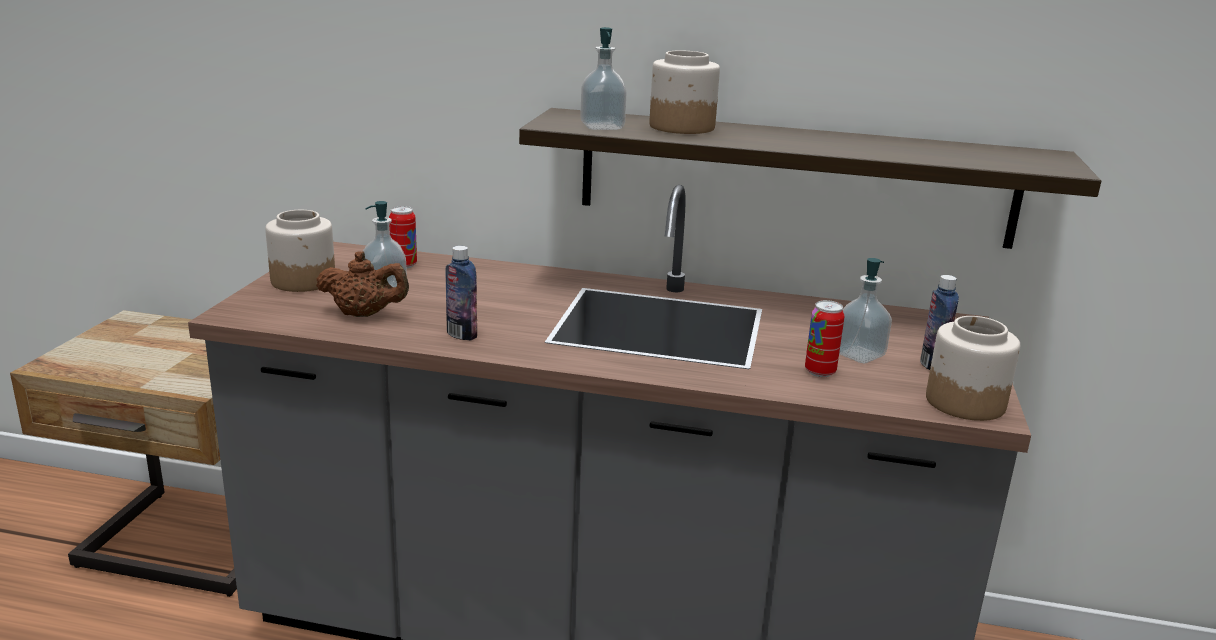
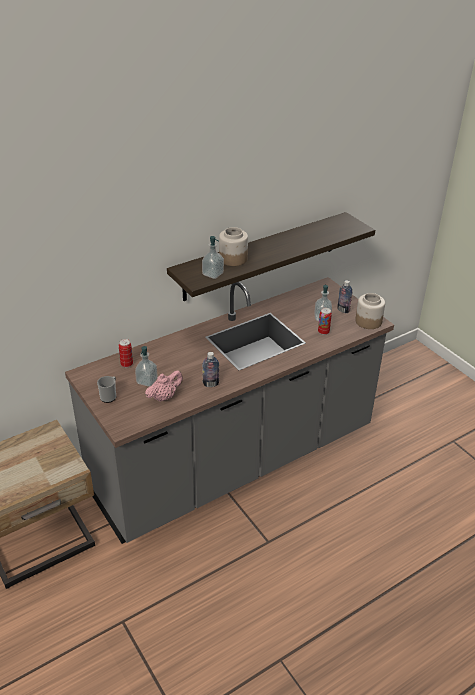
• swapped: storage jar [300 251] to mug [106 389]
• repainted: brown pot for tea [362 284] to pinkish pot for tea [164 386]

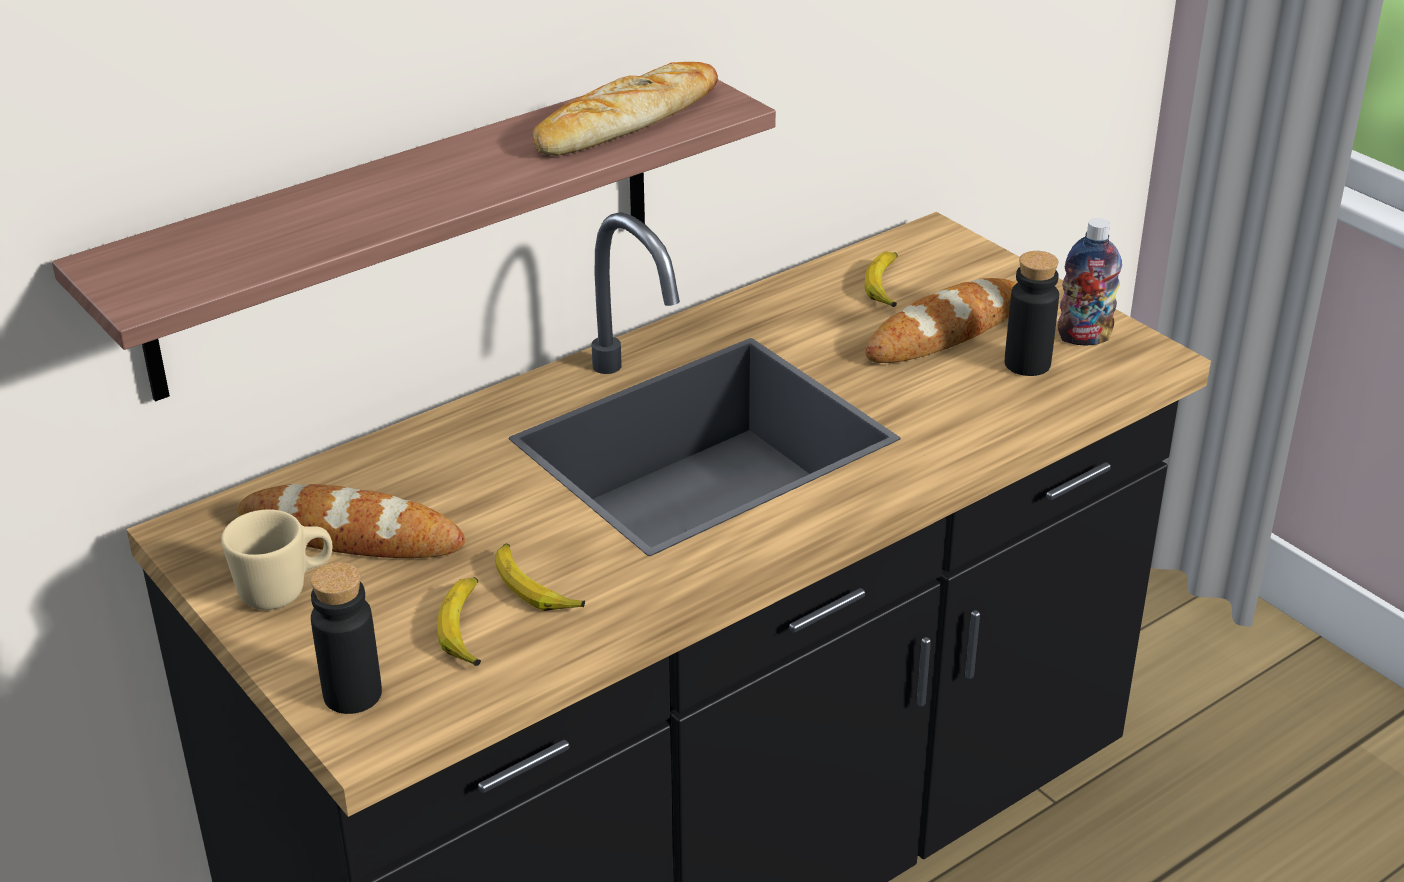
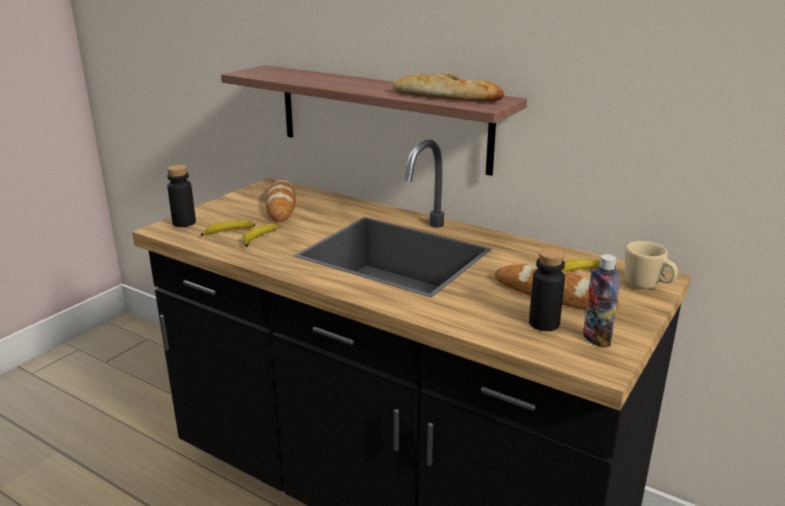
• shifted: beige mug [276 560] to [651 265]

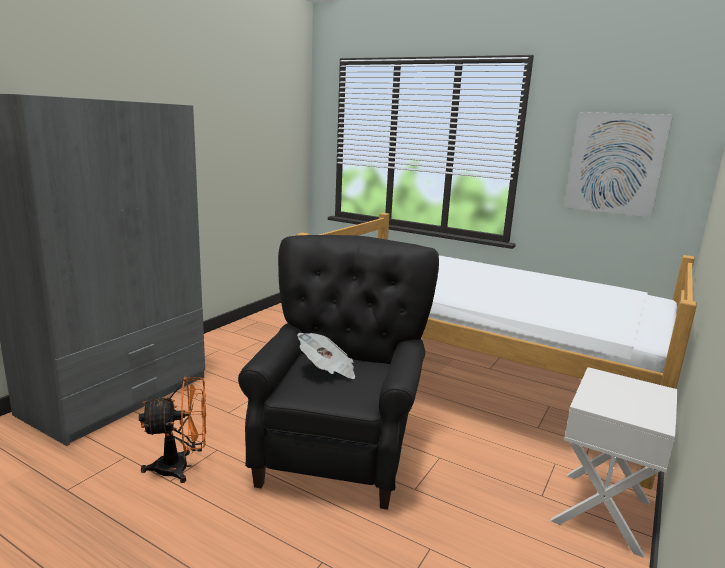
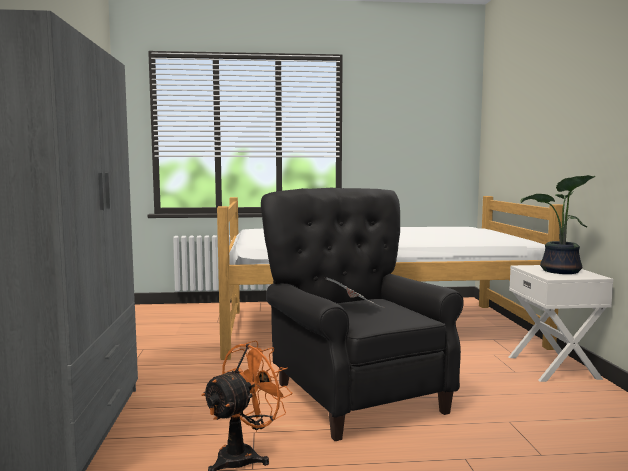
• gone: wall art [618 165]
• new: potted plant [558 224]

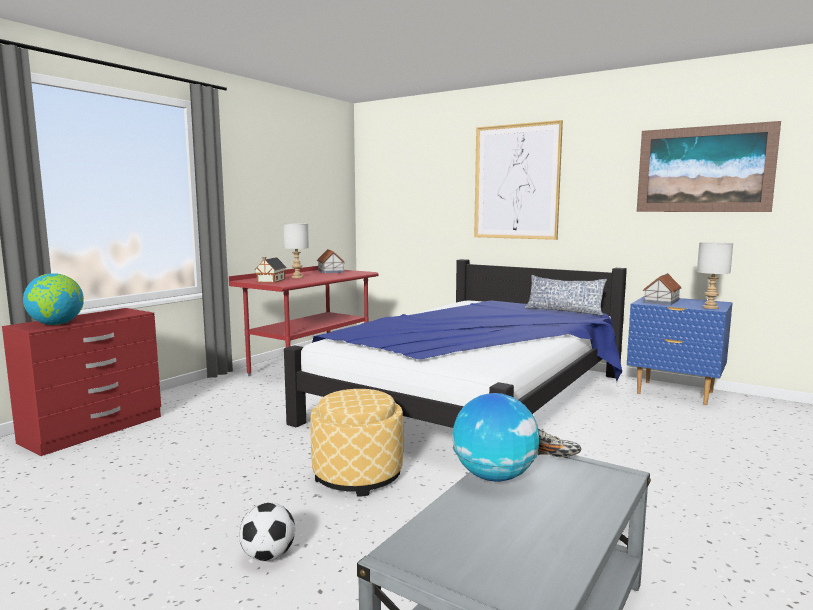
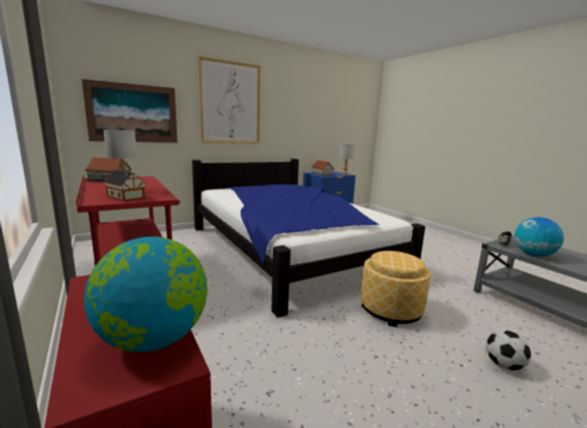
• gone: throw pillow [566 295]
• shifted: wall art [709 166] to [129 111]

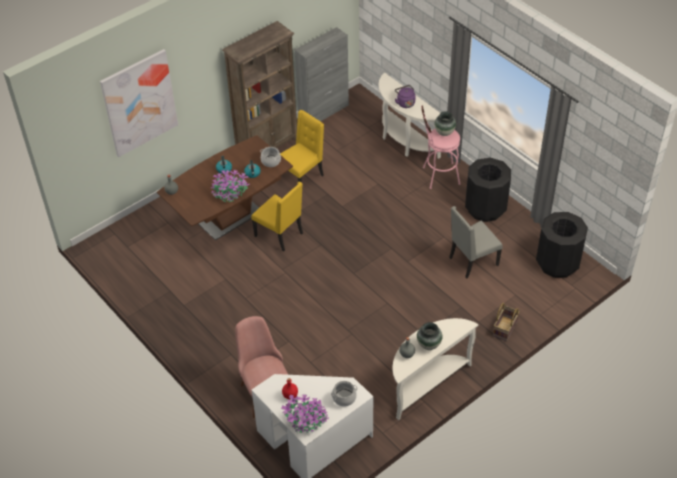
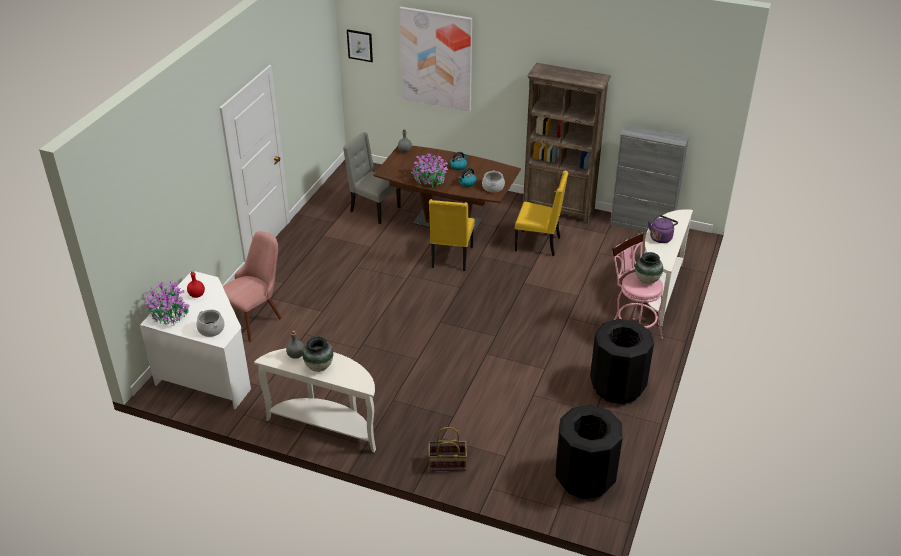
• shifted: grey upright chair [476 242] to [371 178]
• new: wall art [360 45]

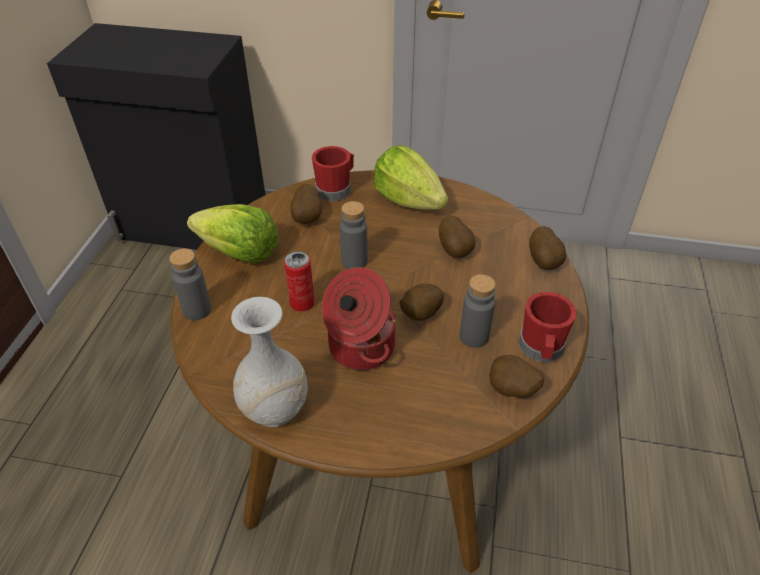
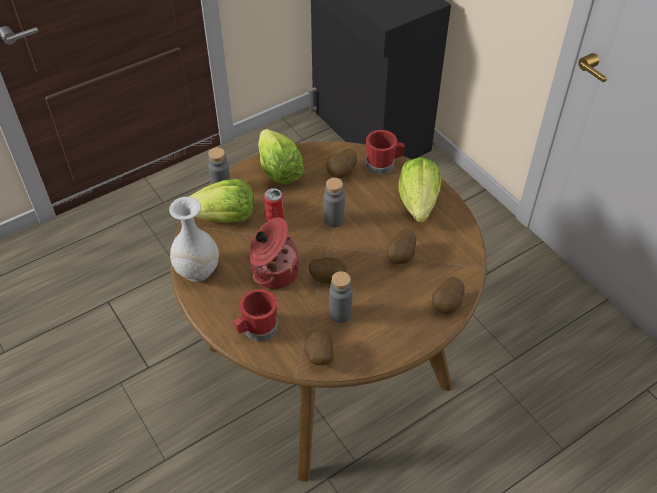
• shifted: red mug [547 327] to [256 315]
• new: head of lettuce [221 201]

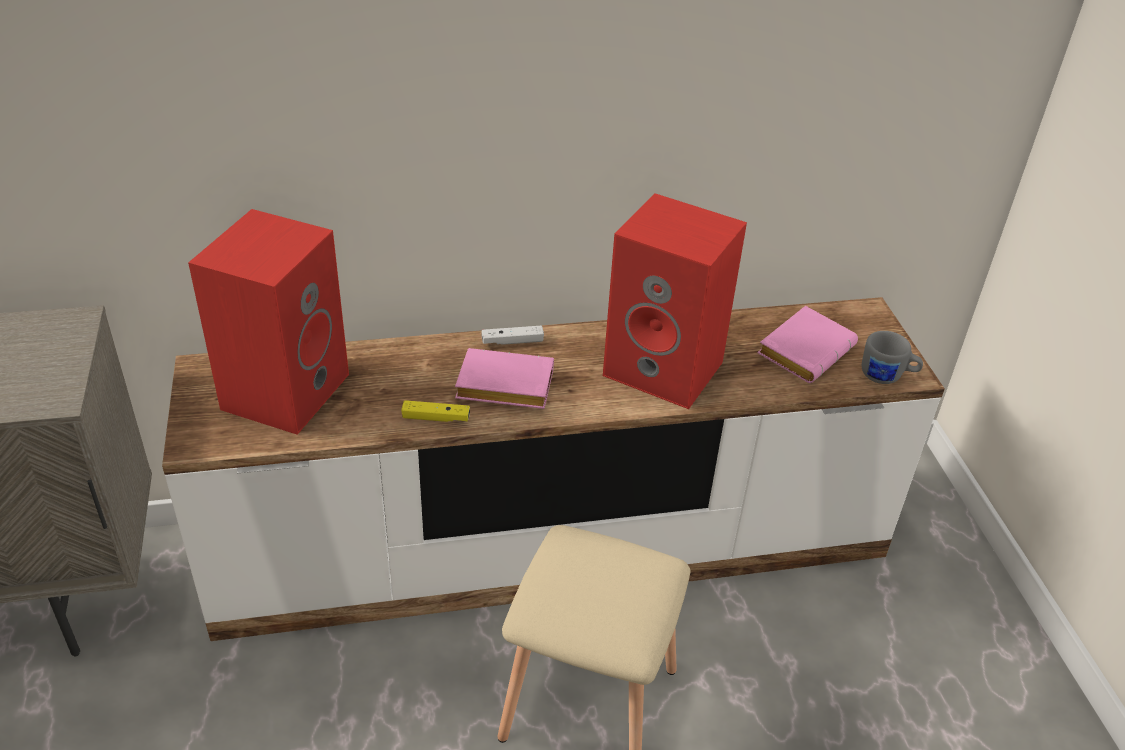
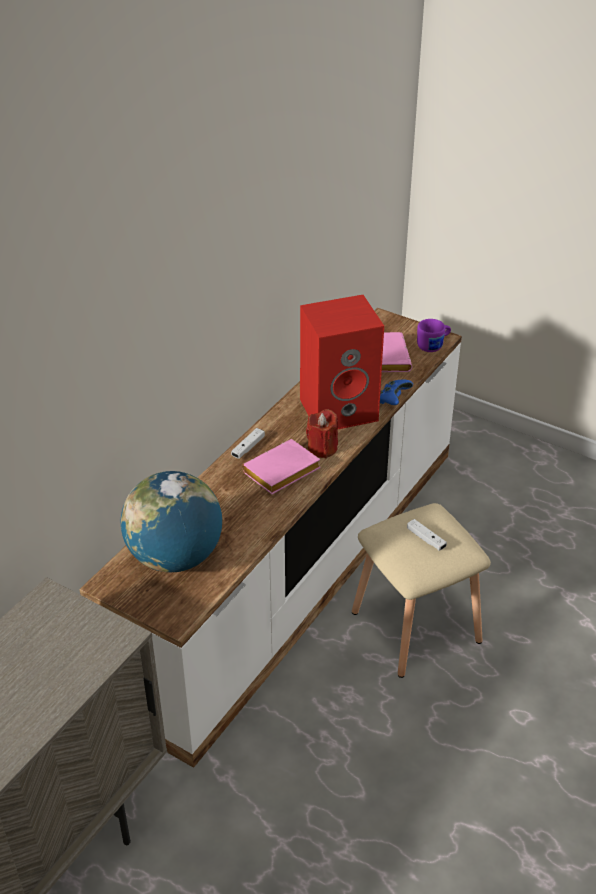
• swapped: red audio speaker [268 322] to desk globe [171 521]
• gone: yellowish game controller [435 411]
• repainted: grey mug [892 357] to purple mug [434 335]
• new: red wax light [322 433]
• new: blue-coloured game controller [396 392]
• new: white-coloured game controller [427 535]

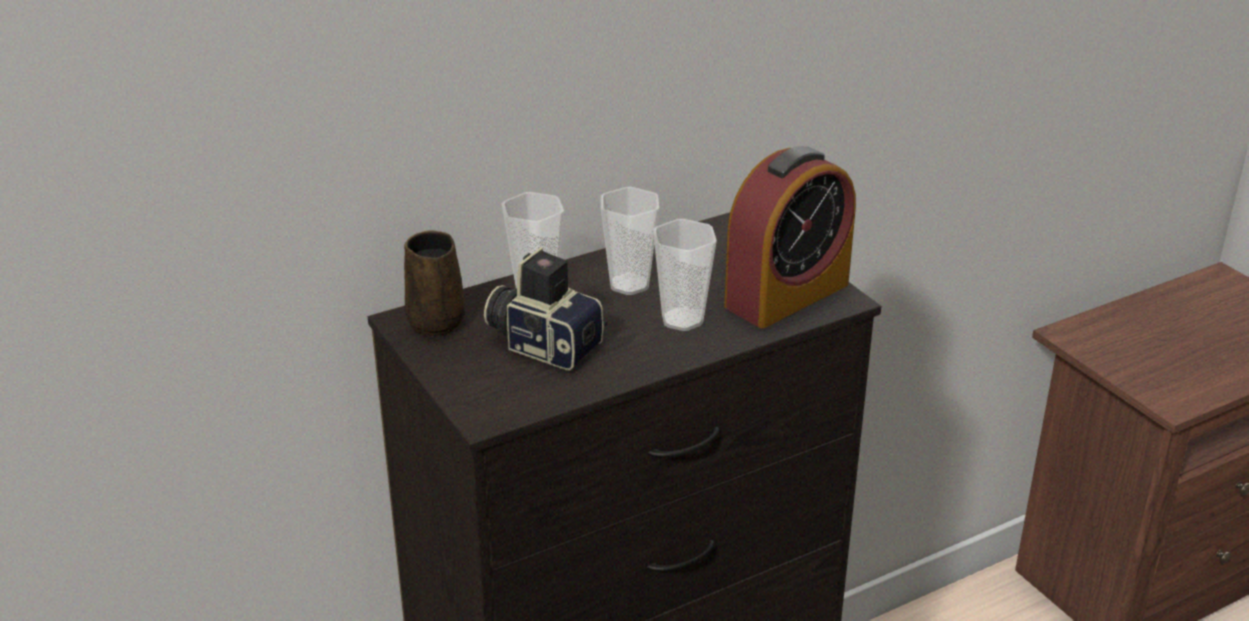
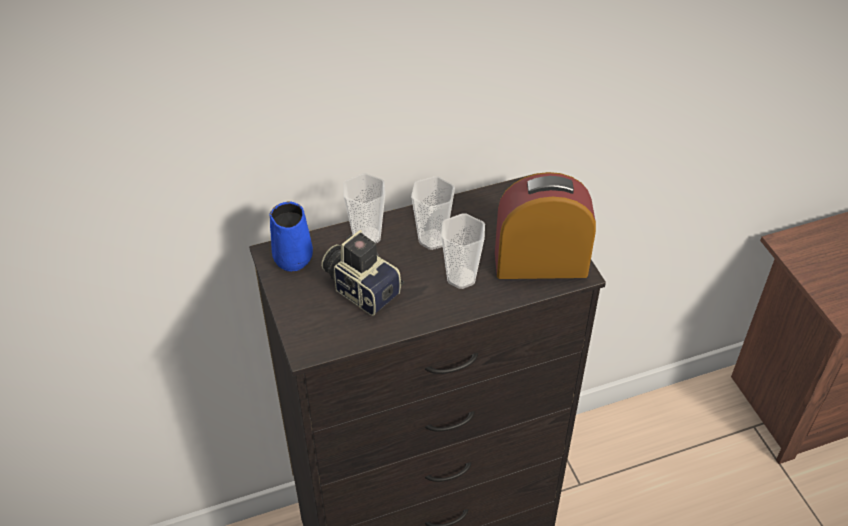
• repainted: brown mug [434 283] to blue-coloured mug [291 236]
• rotated: alarm clock [790 237] = [545 225] 150 degrees counterclockwise

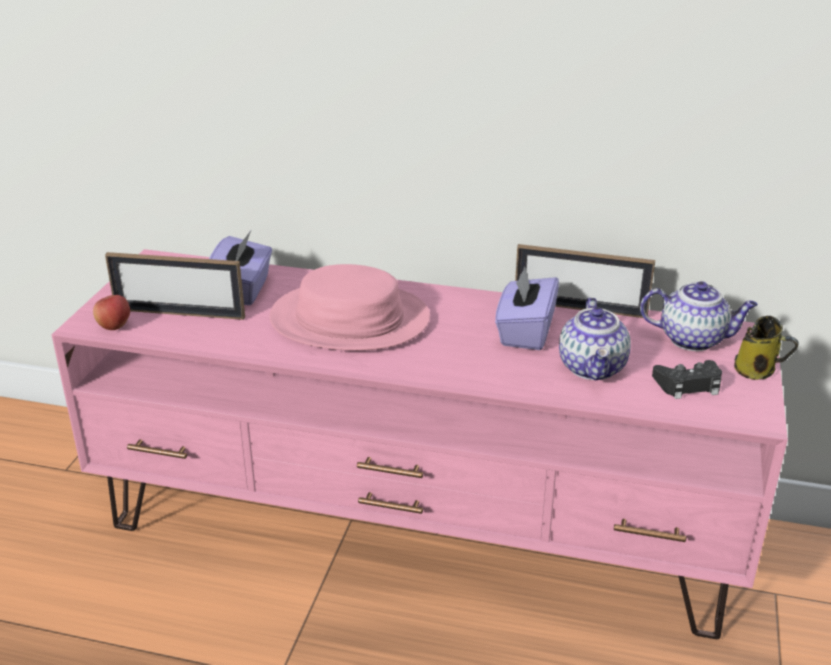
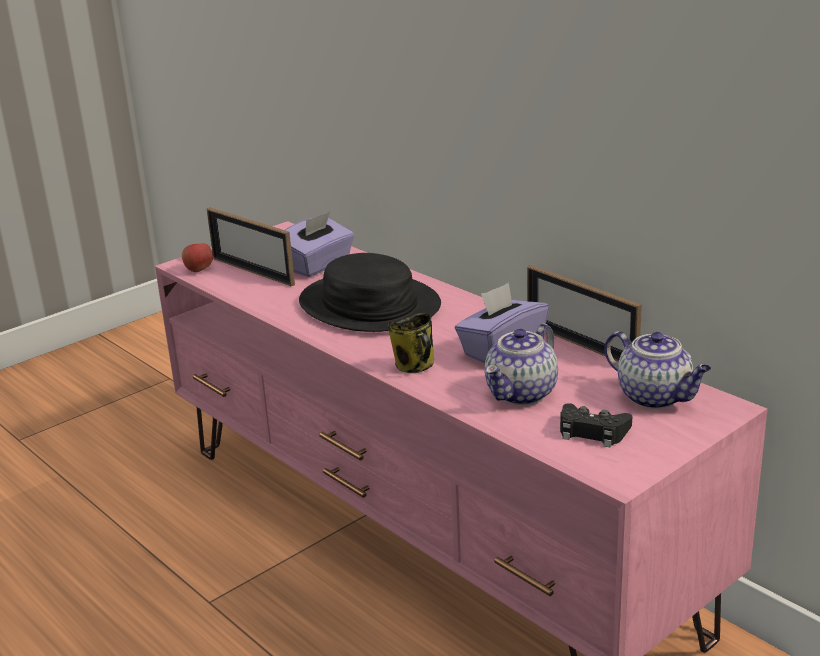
• repainted: pinkish clothing hat [349 307] to blackish clothing hat [370 292]
• shifted: mug [766 348] to [411 343]

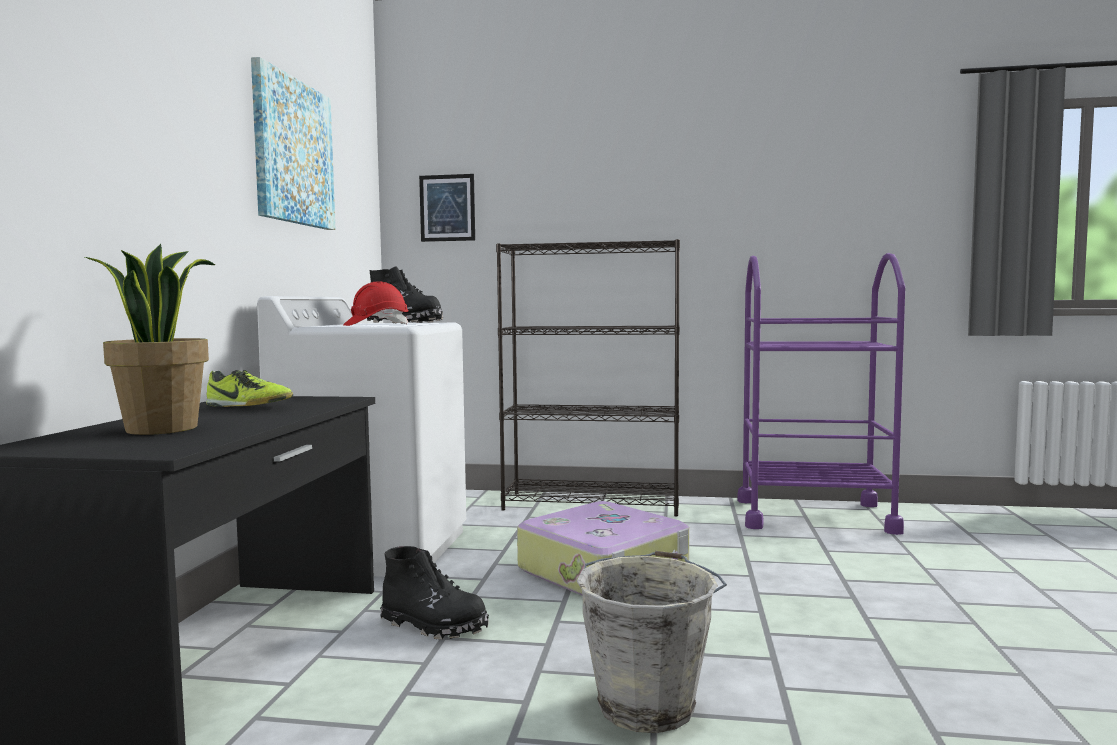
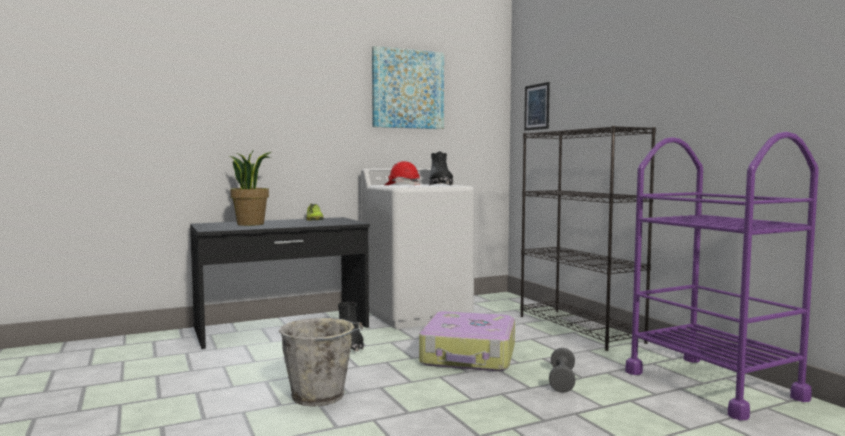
• new: grey free weight [562 370]

